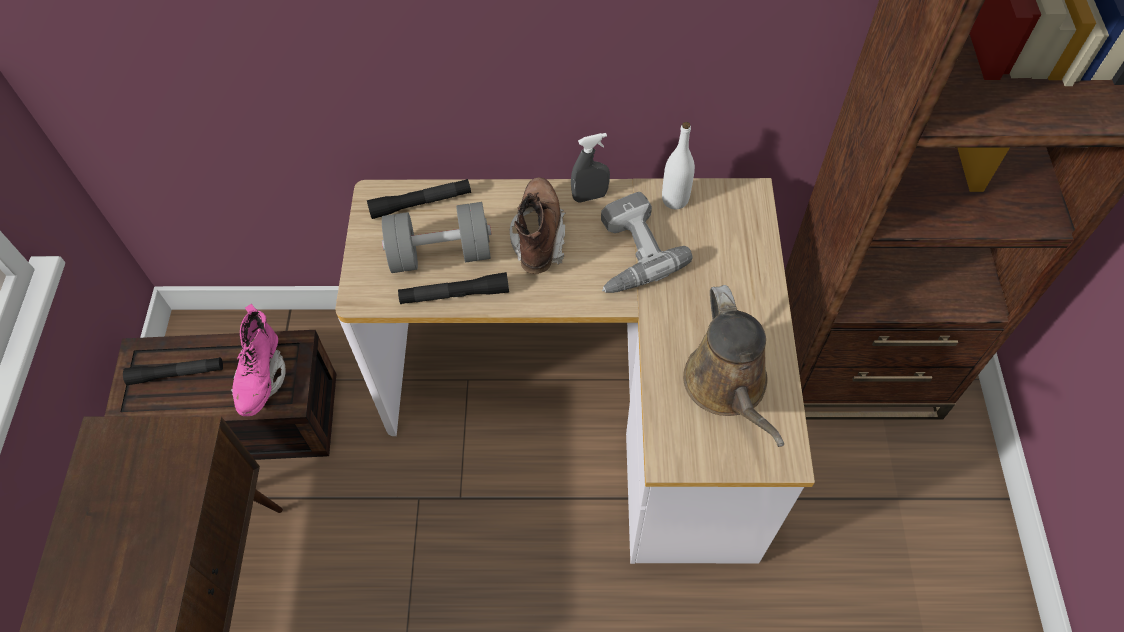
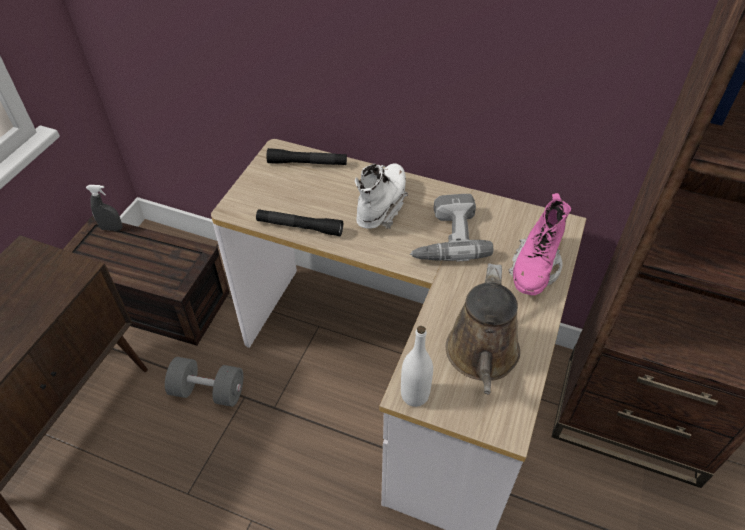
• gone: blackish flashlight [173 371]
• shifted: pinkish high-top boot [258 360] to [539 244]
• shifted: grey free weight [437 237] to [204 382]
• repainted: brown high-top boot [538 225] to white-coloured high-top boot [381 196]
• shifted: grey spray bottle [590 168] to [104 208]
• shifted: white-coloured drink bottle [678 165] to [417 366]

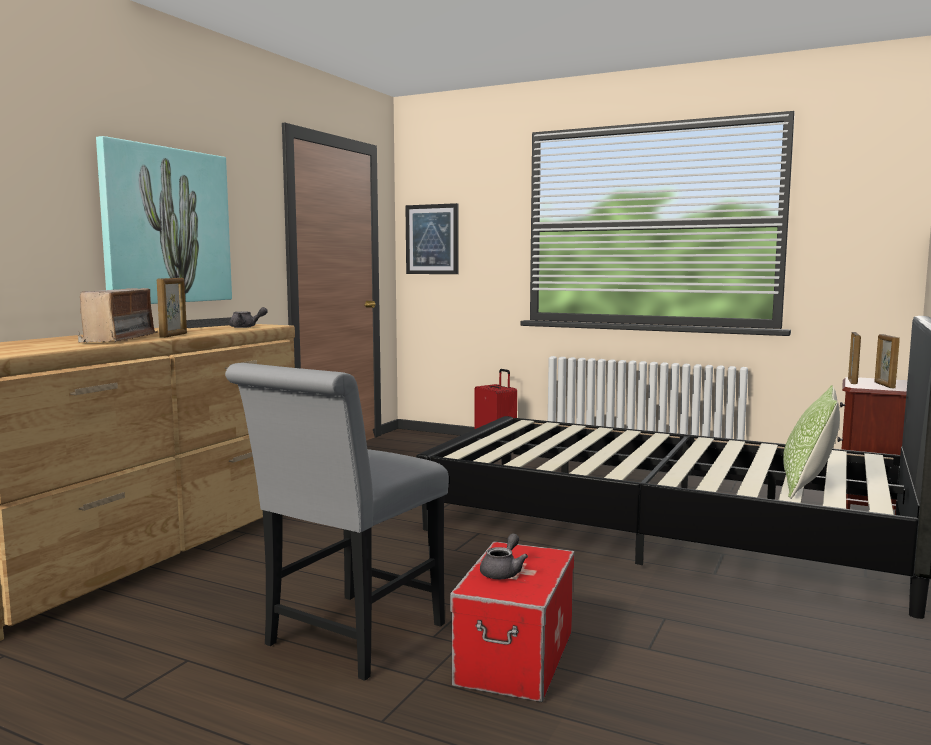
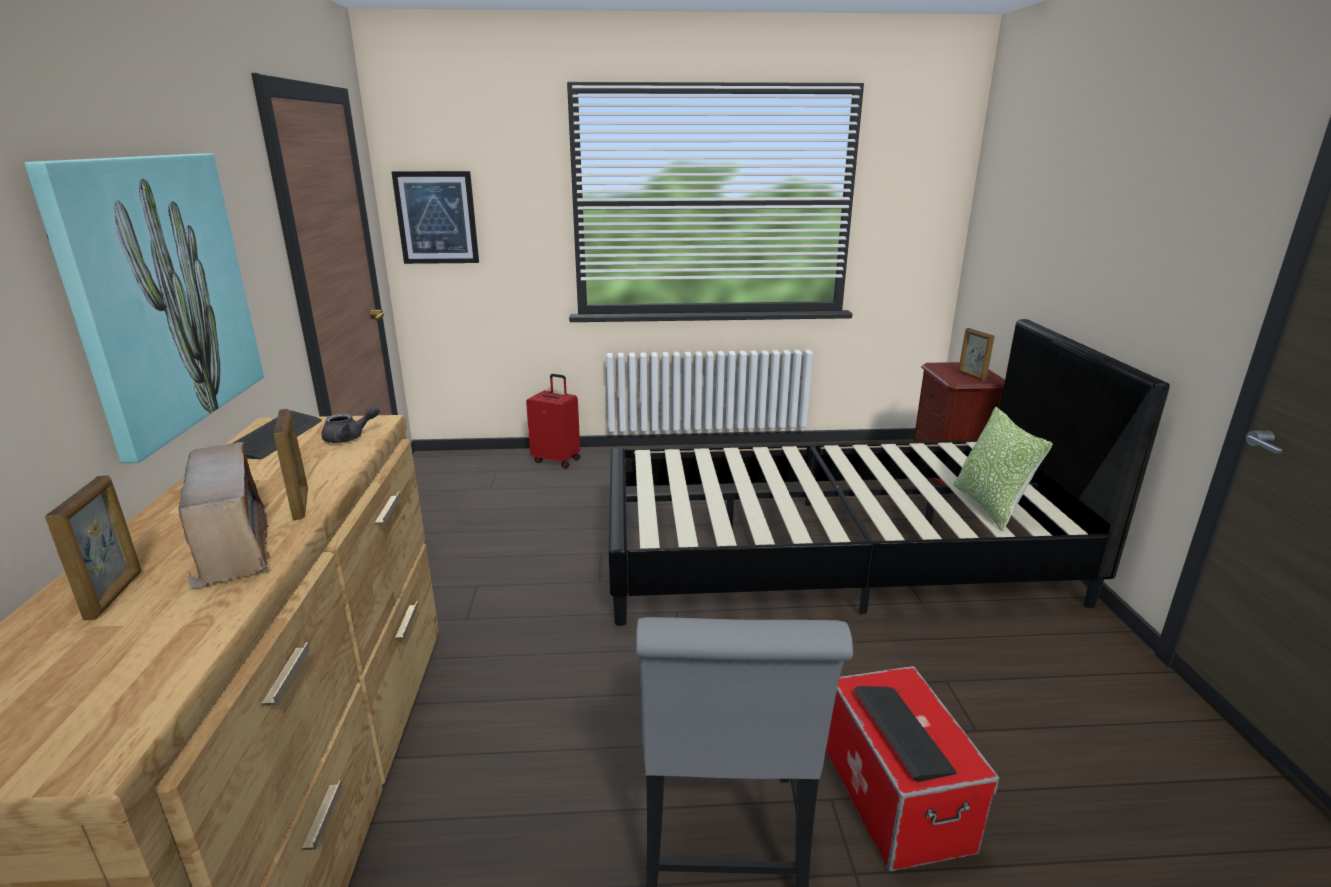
• swapped: grey pot for tea [504 556] to PC keyboard [905 734]
• shifted: photo frame [854 358] to [93 547]

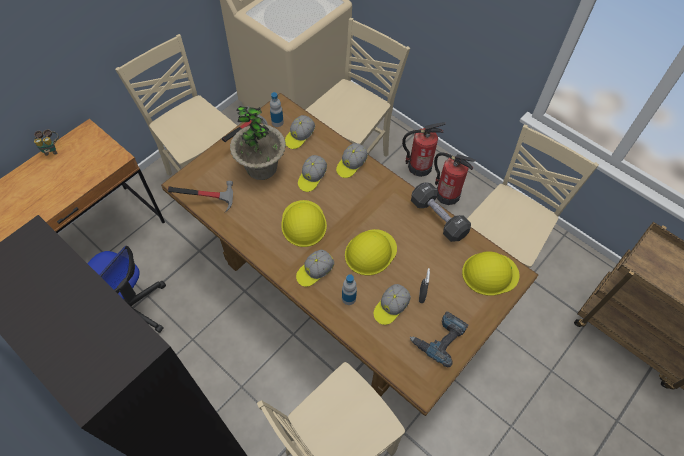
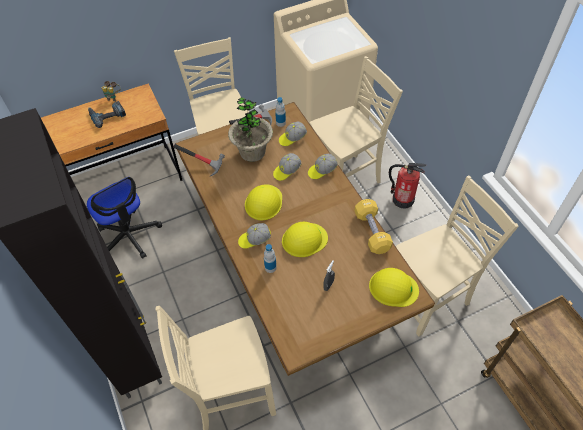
• gone: baseball cap [392 304]
• shifted: electric drill [439 339] to [107 114]
• repainted: blackish free weight [441 212] to yellowish free weight [374 226]
• gone: extinguisher [454 178]

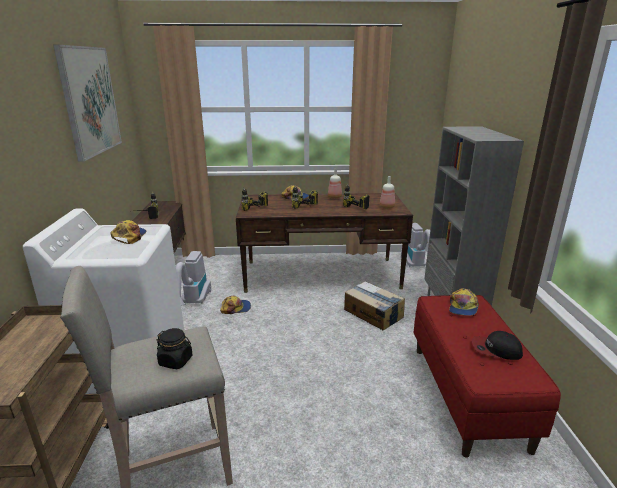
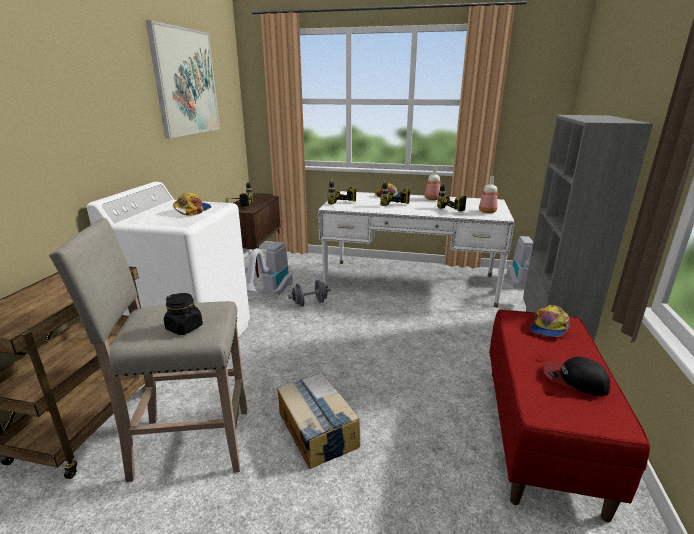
• swapped: baseball cap [235 305] to grey free weight [309 293]
• repainted: brown desk unit [324 243] to white-coloured desk unit [416 249]
• shifted: packing box [374 306] to [319 420]

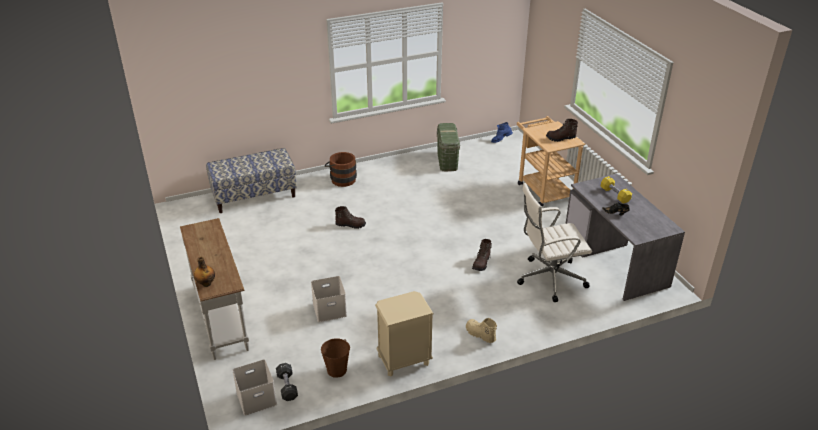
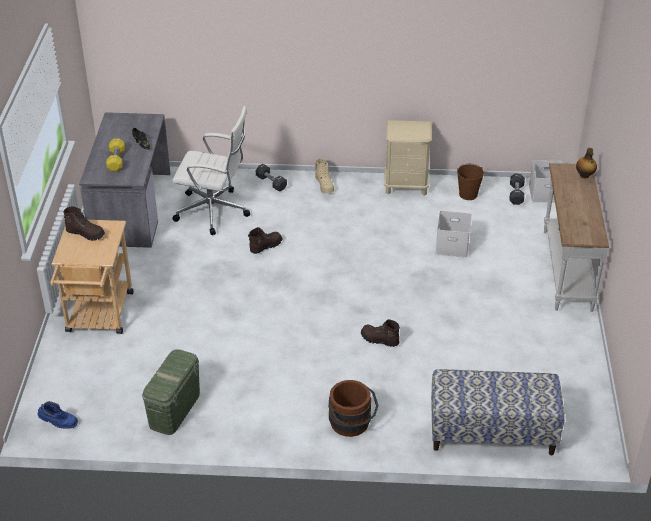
• new: blackish free weight [271 178]

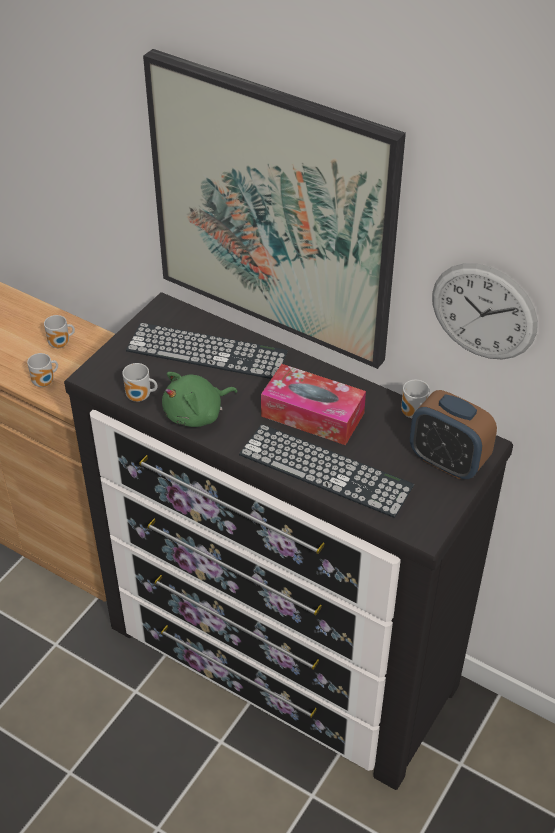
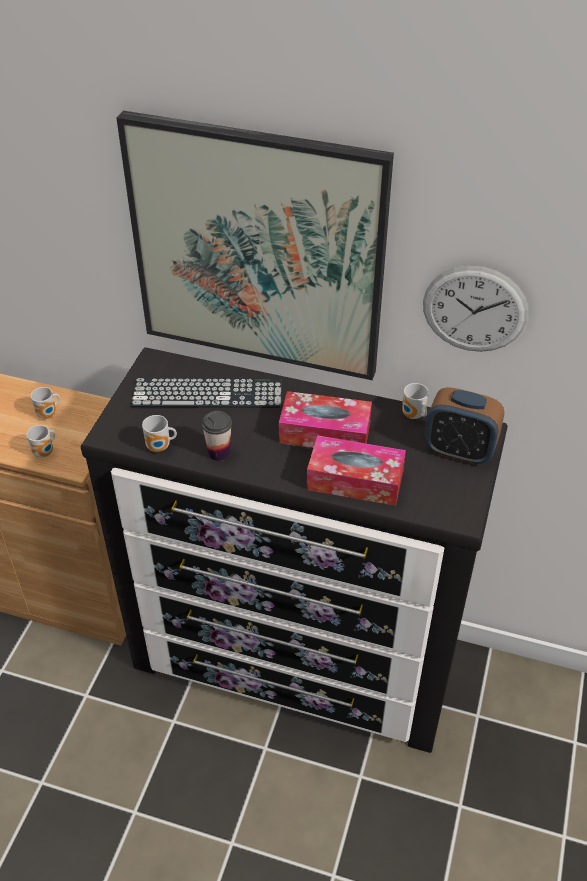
• swapped: greenish cuddly toy [199 399] to drinking cup [217 436]
• swapped: PC keyboard [326 471] to tissue holder [356 470]

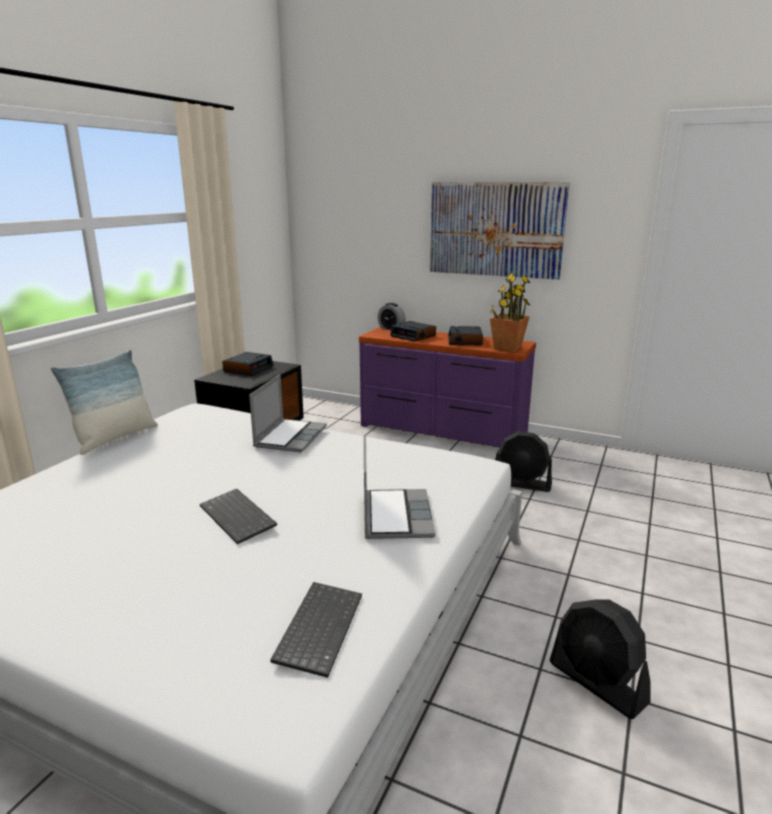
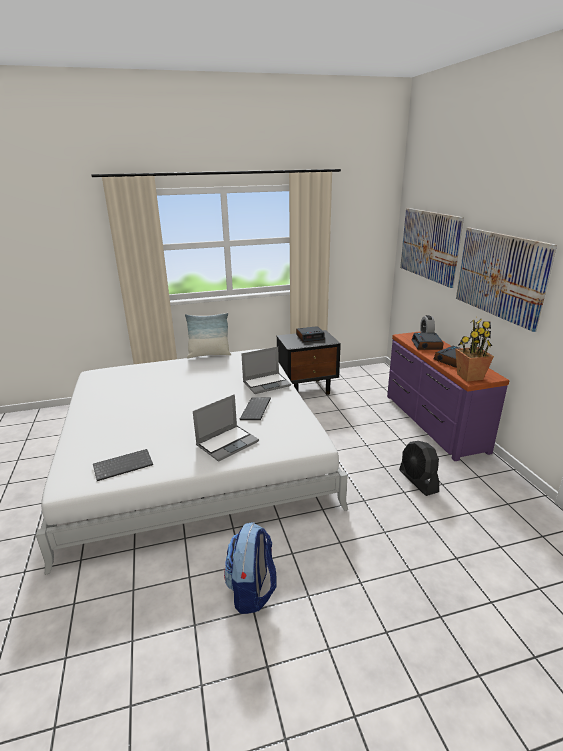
• shifted: PC keyboard [238 516] to [255 408]
• swapped: blackish electric fan [600 659] to rucksack [250 568]
• new: wall art [432 248]

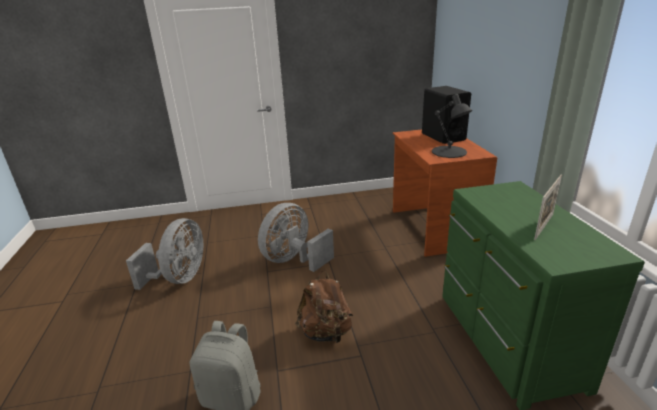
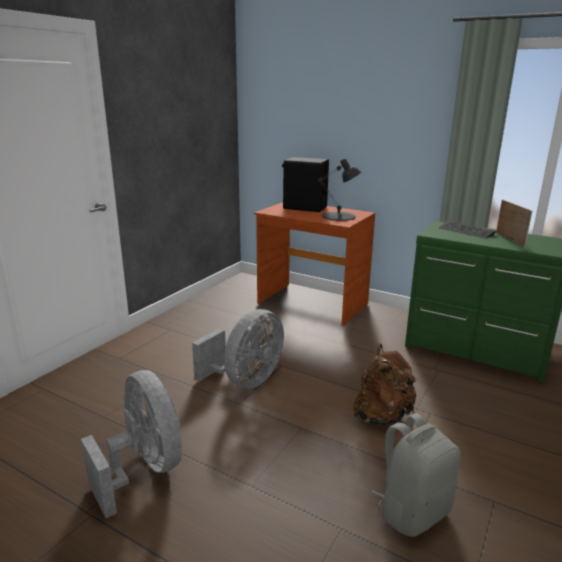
• rotated: grey electric fan [296 237] = [238 348] 135 degrees counterclockwise
• new: PC keyboard [467 229]

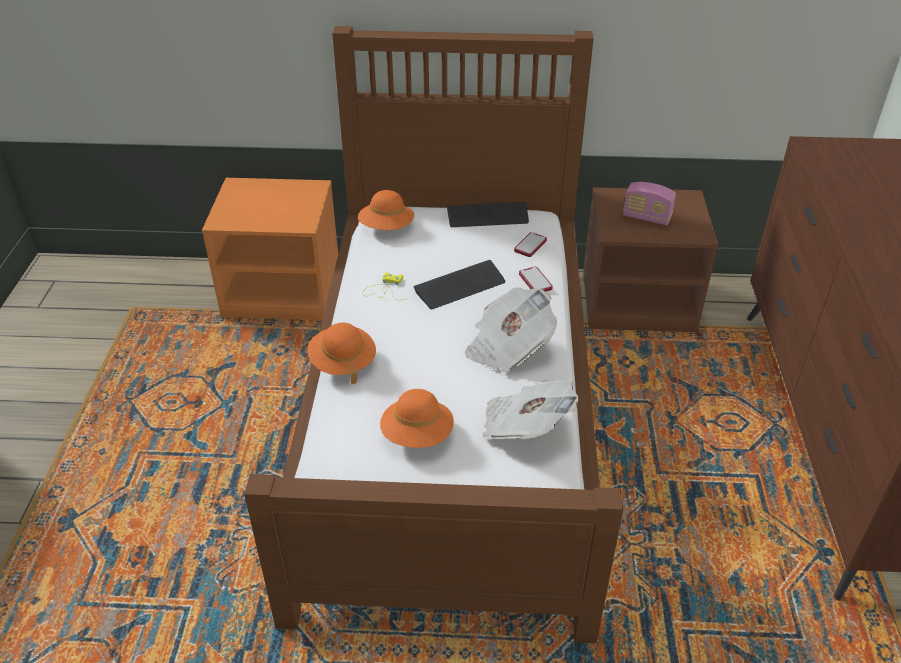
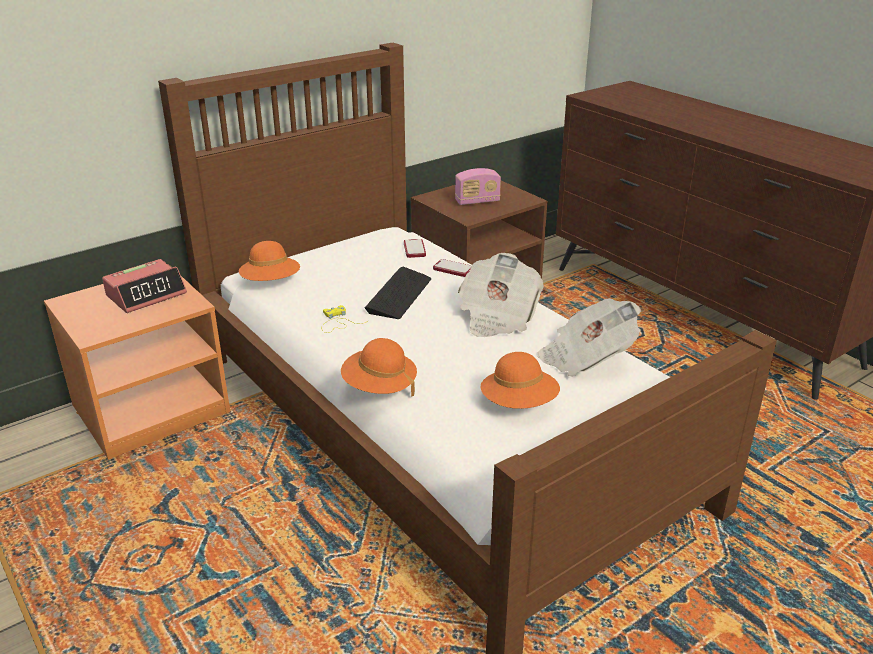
• gone: PC keyboard [488 214]
• new: alarm clock [144 286]

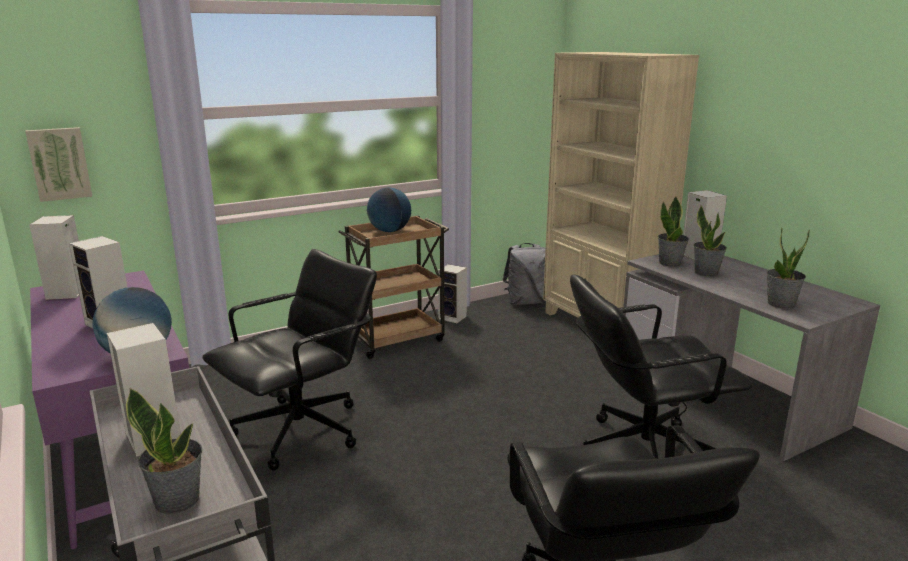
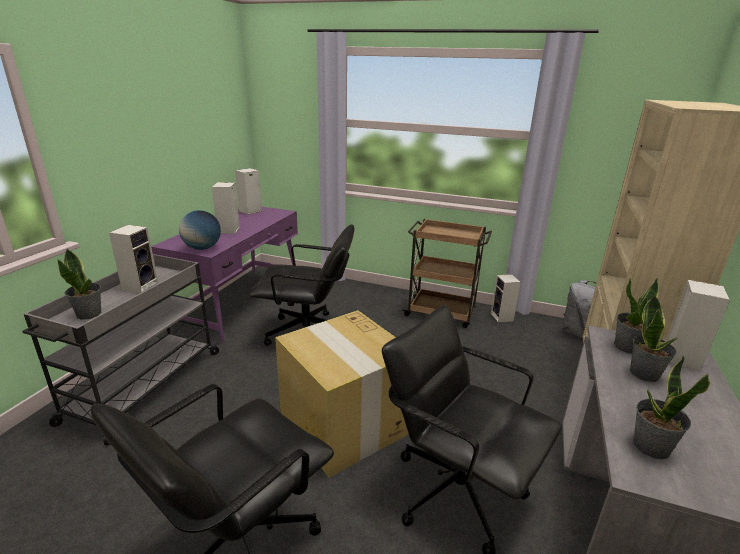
• gone: wall art [59 164]
• gone: desk globe [389 210]
• new: packing box [341 394]

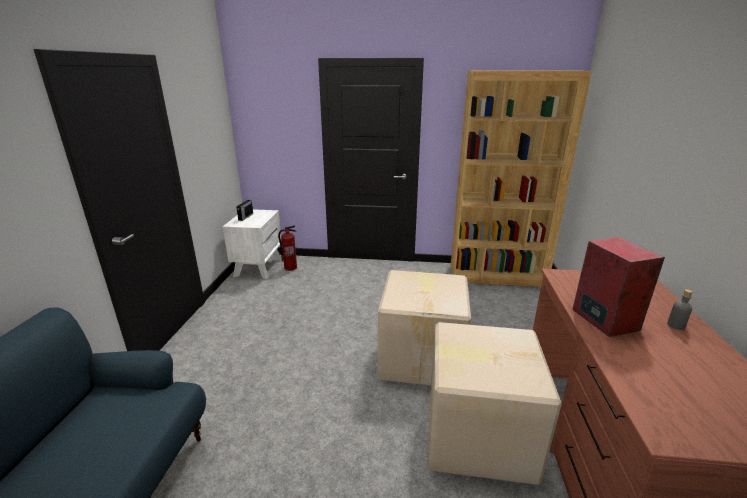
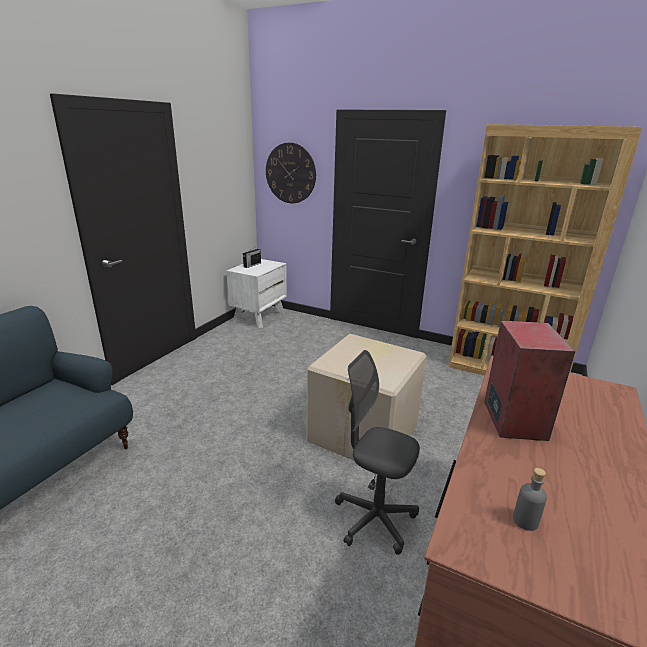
• gone: extinguisher [287 248]
• swapped: packing box [494 403] to grey office chair [377 452]
• shifted: grey drink bottle [680 309] to [530 499]
• new: clock on the wall [291 173]

